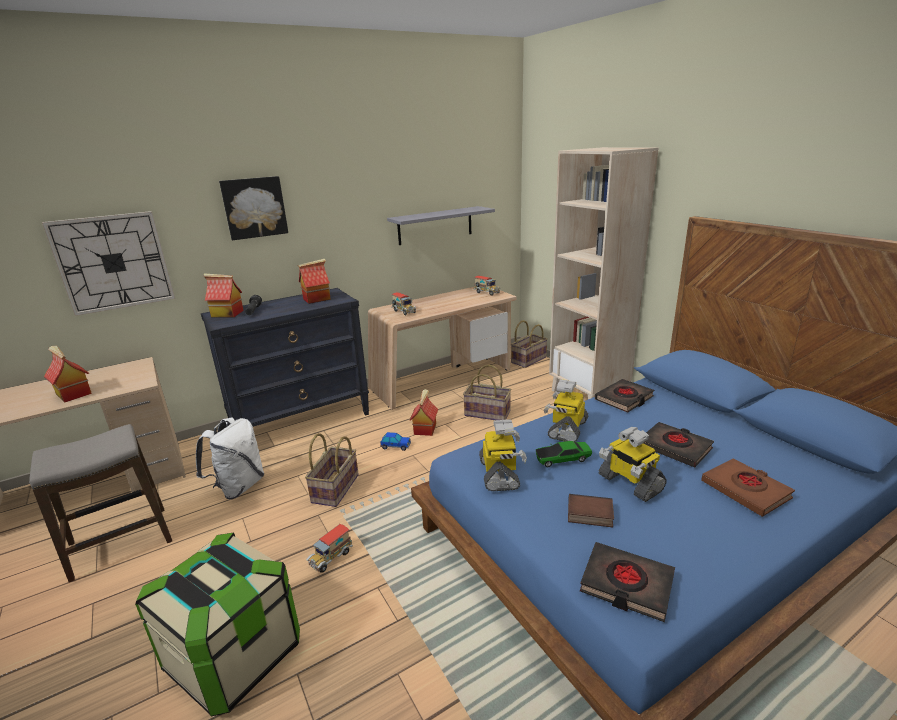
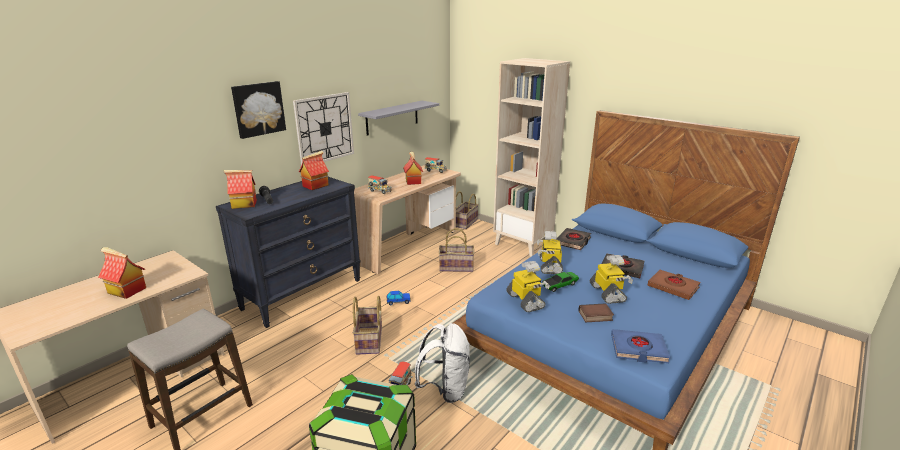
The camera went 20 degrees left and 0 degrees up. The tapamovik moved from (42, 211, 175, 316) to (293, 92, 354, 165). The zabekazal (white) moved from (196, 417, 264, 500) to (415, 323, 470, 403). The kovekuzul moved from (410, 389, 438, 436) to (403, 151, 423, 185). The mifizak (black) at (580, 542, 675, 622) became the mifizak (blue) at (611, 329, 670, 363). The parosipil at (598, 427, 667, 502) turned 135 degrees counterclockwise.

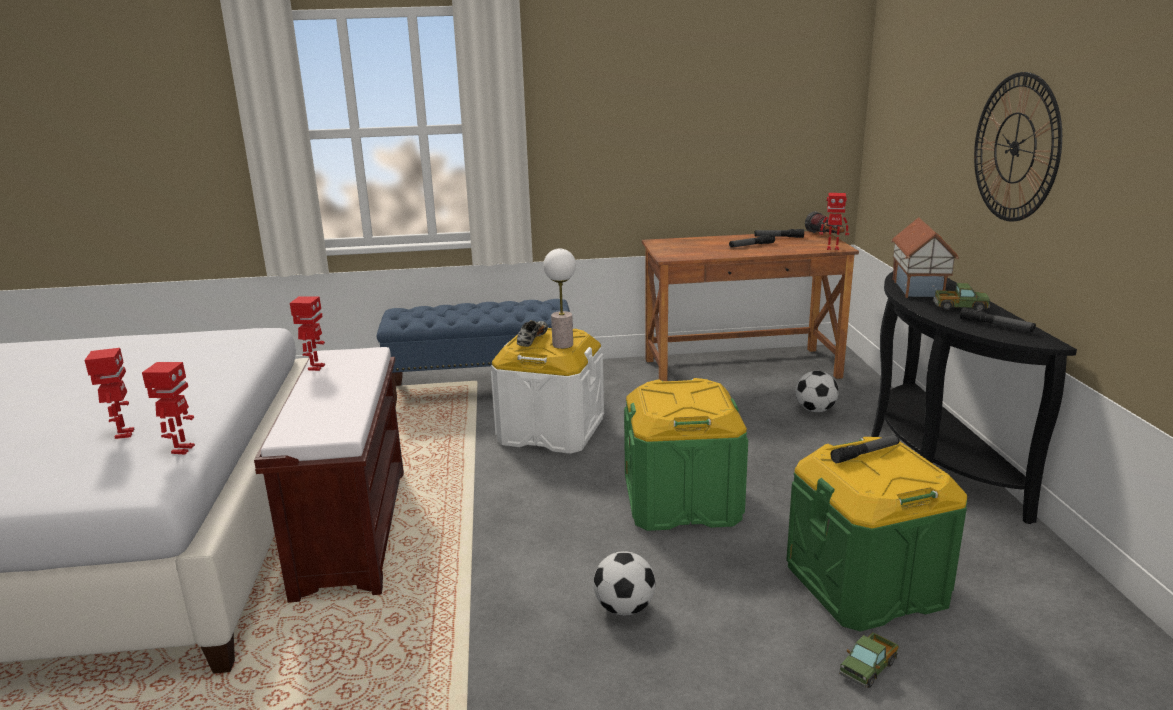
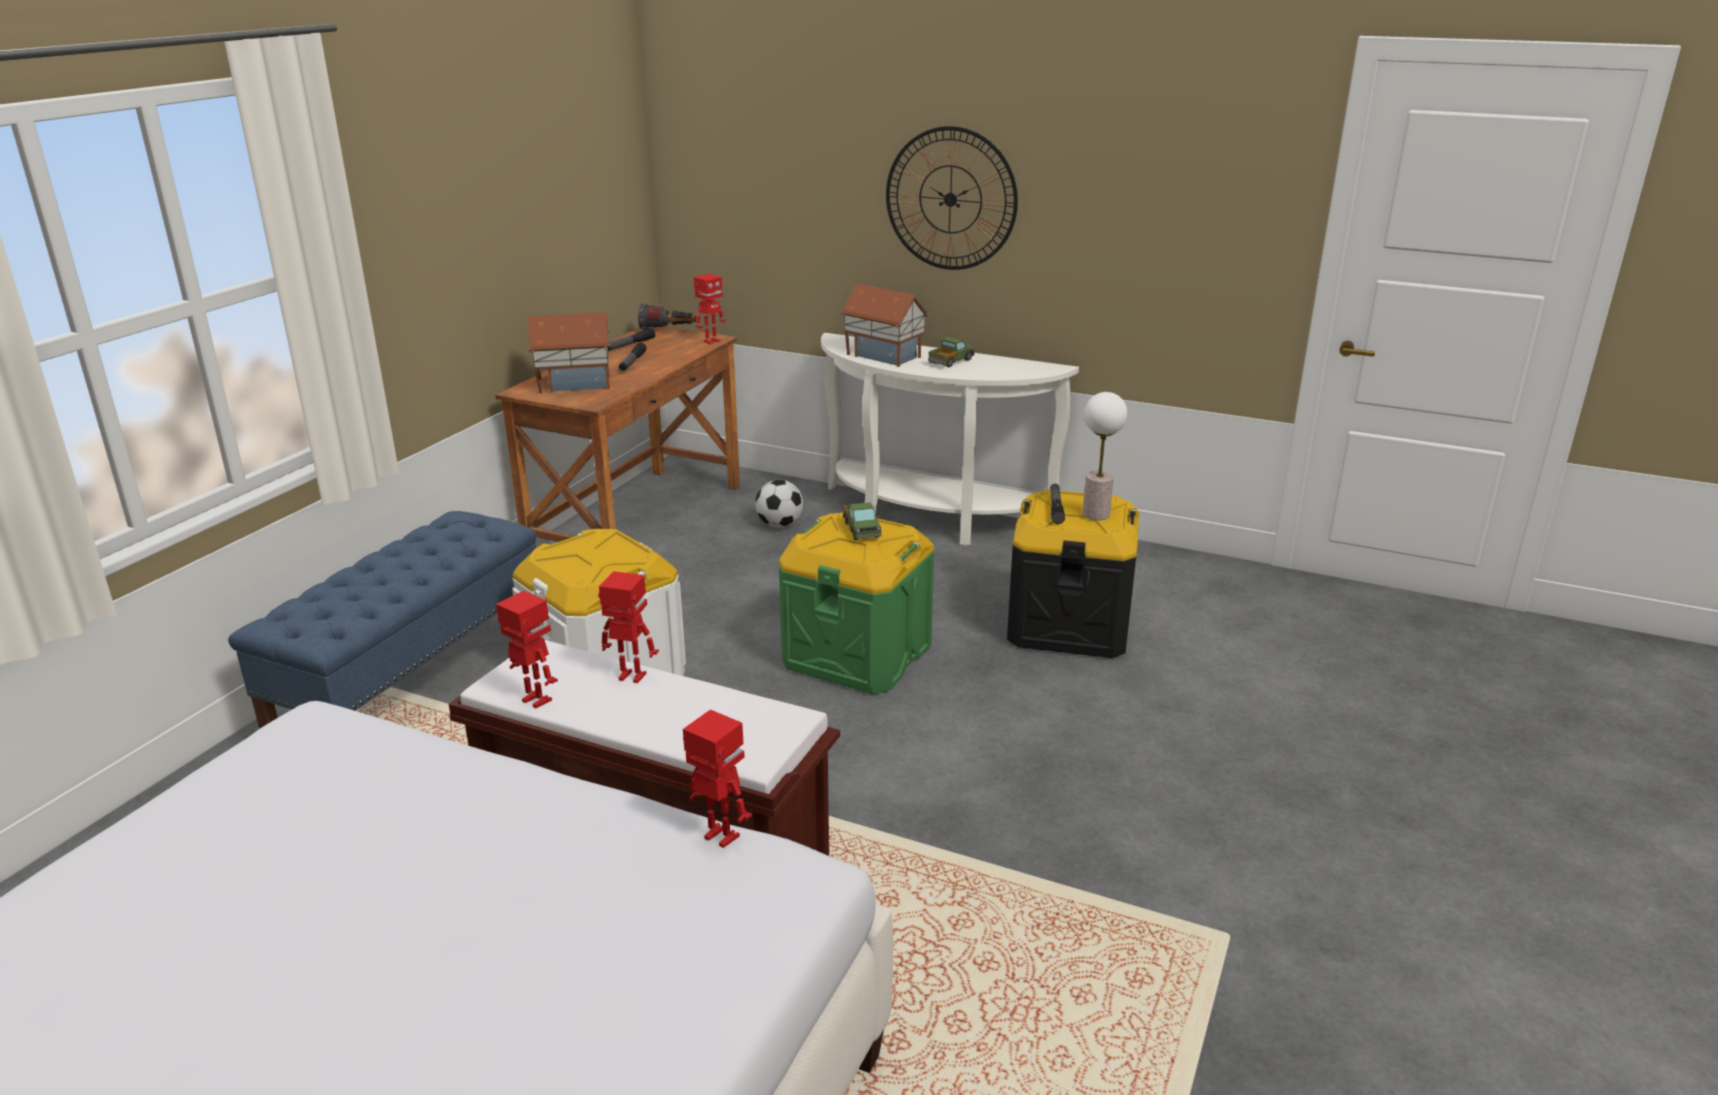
The camera went 60 degrees left and 5 degrees up. The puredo at (517, 320, 548, 347) disappeared. The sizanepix at (593, 551, 656, 615) disappeared. The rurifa at (960, 307, 1036, 332) disappeared. The kovekuzul at (527, 312, 610, 393) appeared. The parosipil moved from (85, 348, 135, 439) to (598, 571, 659, 683). The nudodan moved from (544, 249, 576, 349) to (1083, 392, 1127, 520). The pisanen moved from (839, 632, 899, 688) to (843, 502, 881, 540). The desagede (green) at (786, 437, 967, 632) became the desagede (black) at (1007, 490, 1139, 658). The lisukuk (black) at (871, 272, 1077, 524) became the lisukuk (white) at (821, 333, 1079, 546).

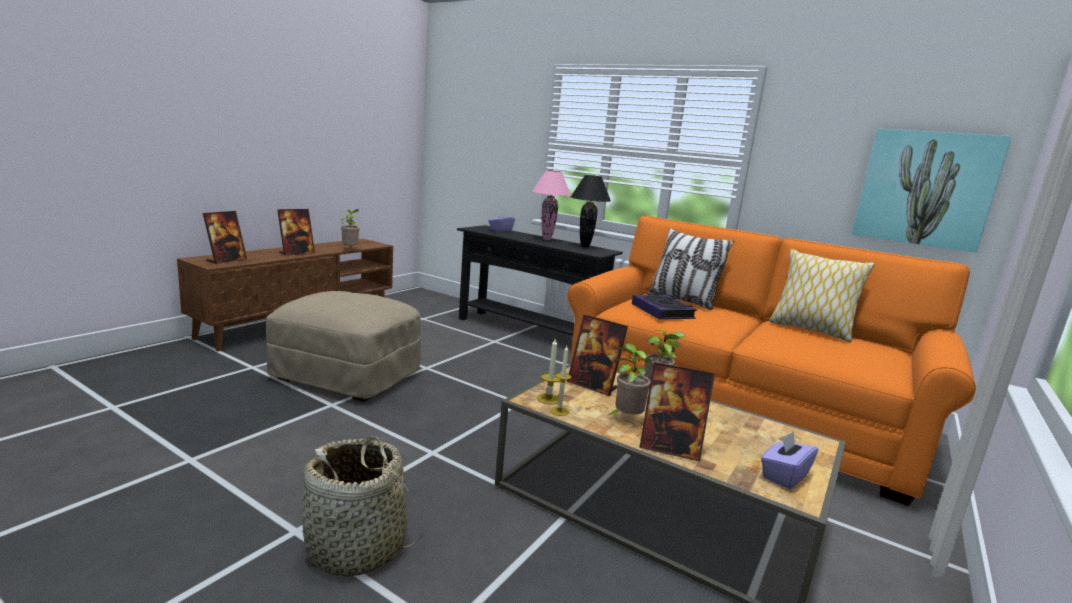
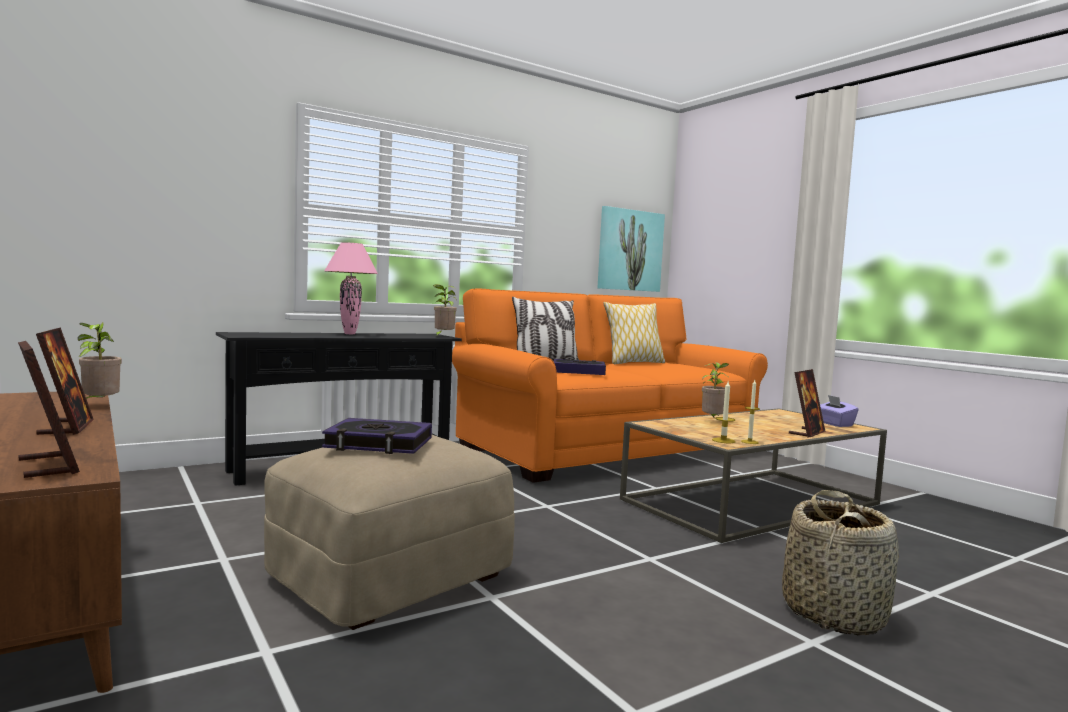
The camera went 65 degrees left and 10 degrees down. The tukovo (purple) at (489, 211, 515, 232) disappeared. The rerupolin at (567, 315, 628, 396) disappeared. The nudodan (black) at (570, 175, 611, 247) disappeared. The mifizak at (322, 418, 432, 454) appeared. The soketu moved from (607, 343, 653, 416) to (433, 284, 457, 337).

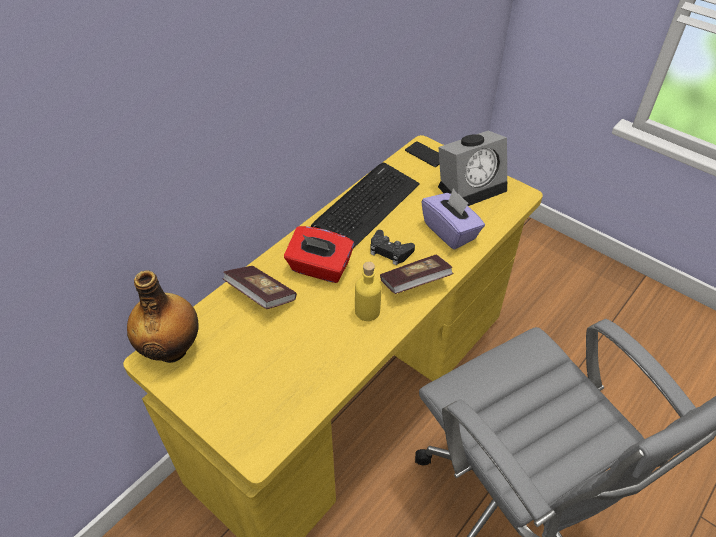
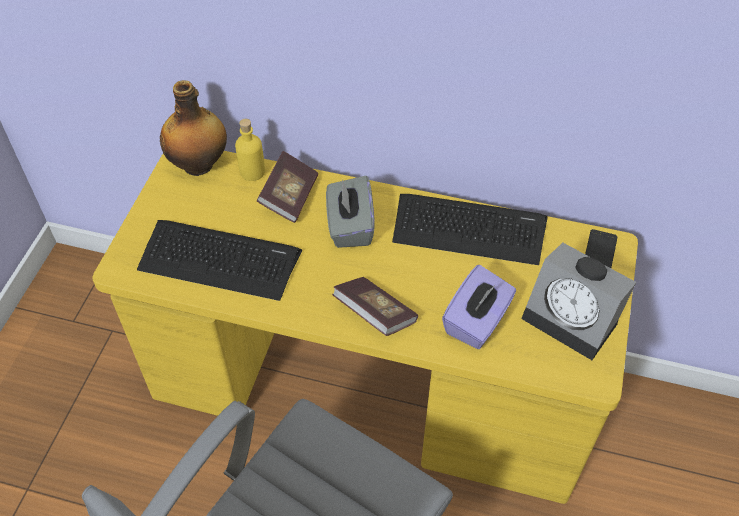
The camera went 65 degrees right and 5 degrees up. The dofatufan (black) at (370, 230, 415, 265) disappeared. The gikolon at (137, 220, 302, 301) appeared. The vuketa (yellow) moved from (355, 262, 381, 321) to (235, 119, 265, 181). The tukovo (red) at (284, 226, 354, 283) became the tukovo (grey) at (326, 176, 375, 248).

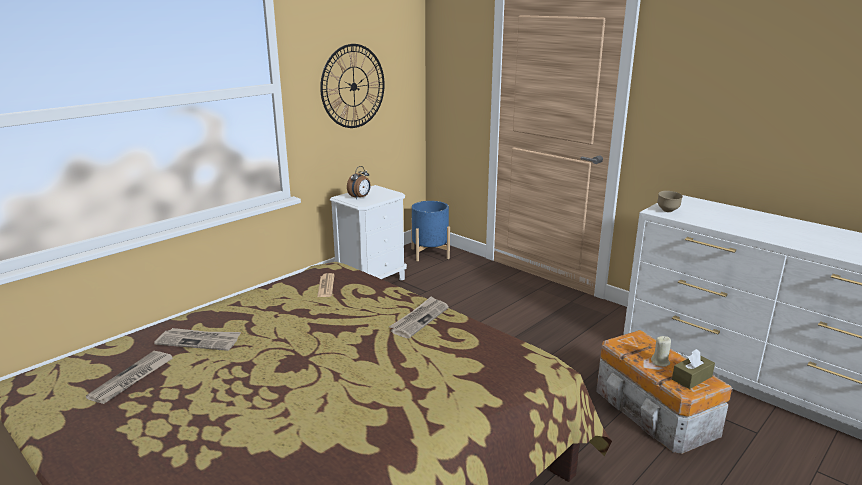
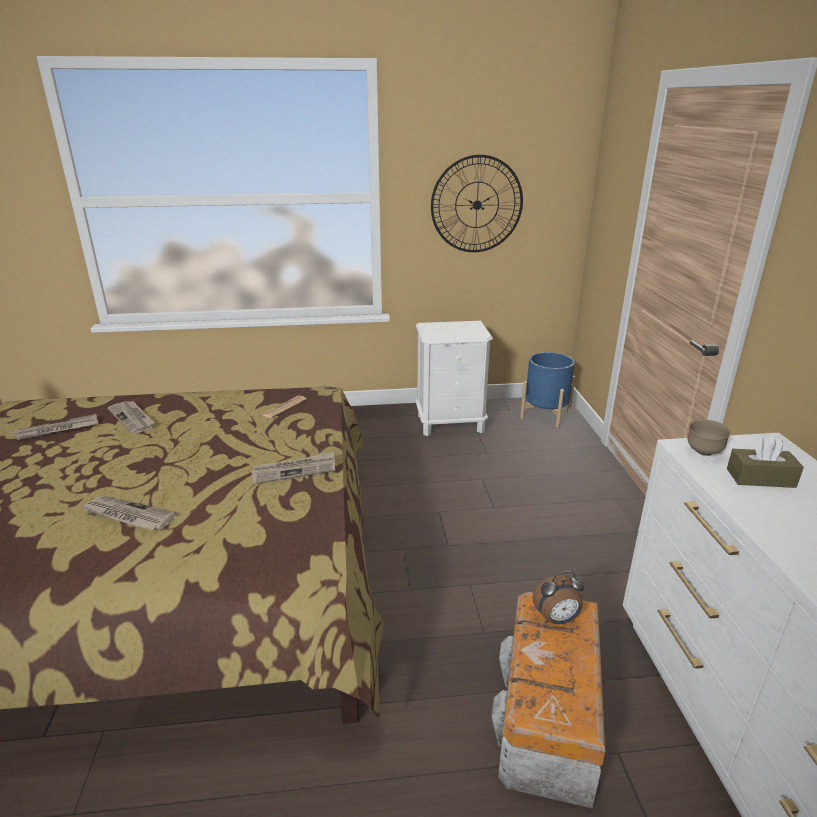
The camera went 40 degrees right and 5 degrees up. The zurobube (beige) at (651, 336, 671, 367) disappeared. The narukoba at (80, 496, 177, 531) appeared. The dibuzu moved from (347, 166, 371, 200) to (533, 571, 584, 624). The tukovo (brown) moved from (672, 349, 715, 389) to (727, 435, 804, 488).

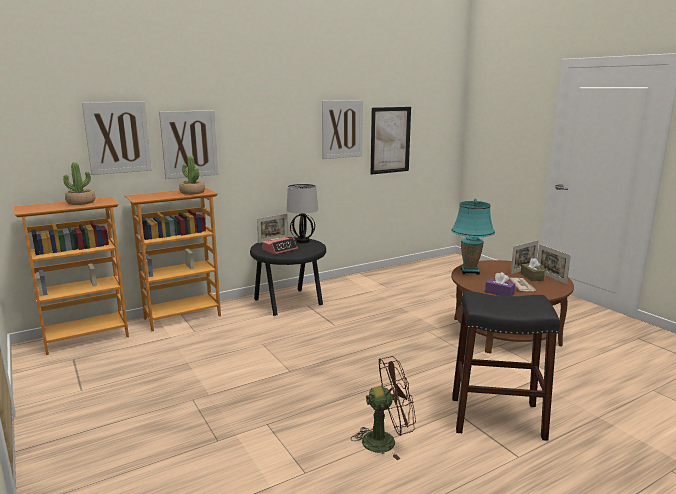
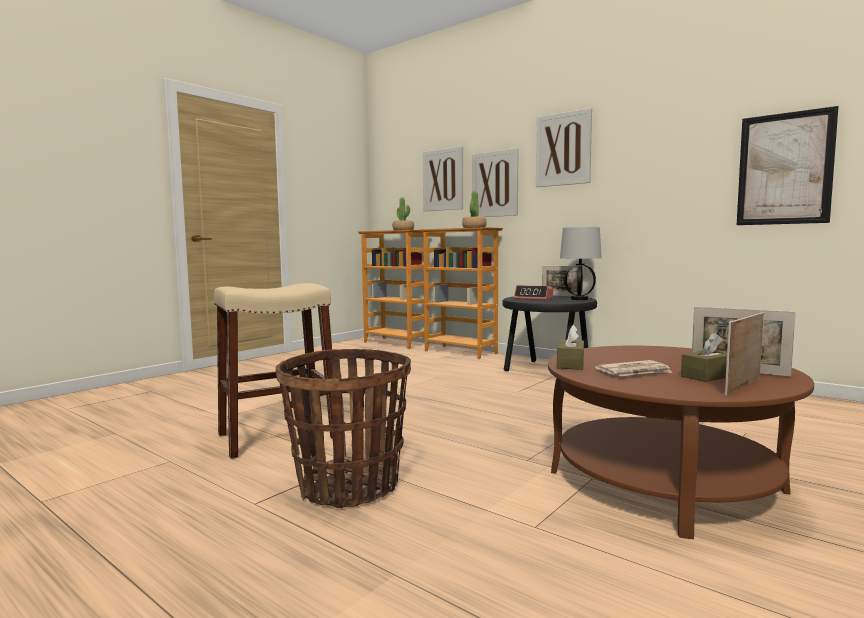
The camera went 70 degrees right and 10 degrees down. The nudodan (turquoise) at (451, 199, 495, 275) disappeared. The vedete moved from (322, 100, 363, 159) to (536, 108, 592, 187). The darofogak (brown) at (351, 356, 416, 460) was replaced by the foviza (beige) at (214, 283, 333, 459). The foviza (black) at (452, 291, 560, 441) was replaced by the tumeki at (275, 349, 411, 508). The tukovo (purple) at (485, 272, 515, 296) became the tukovo (brown) at (557, 325, 584, 370).

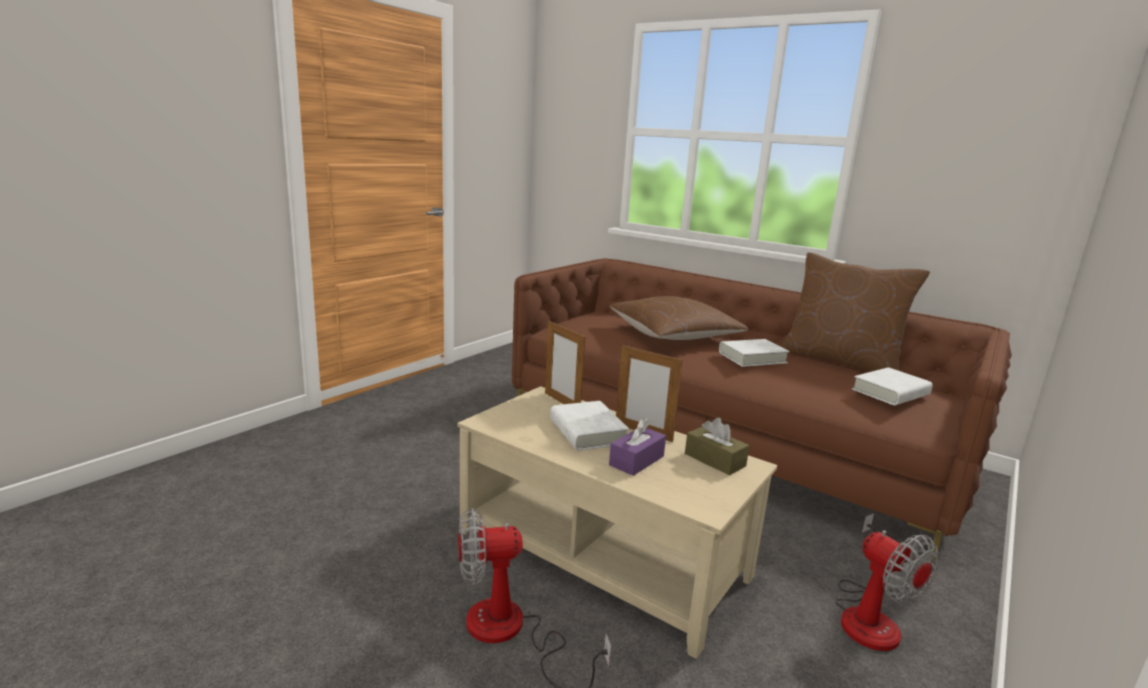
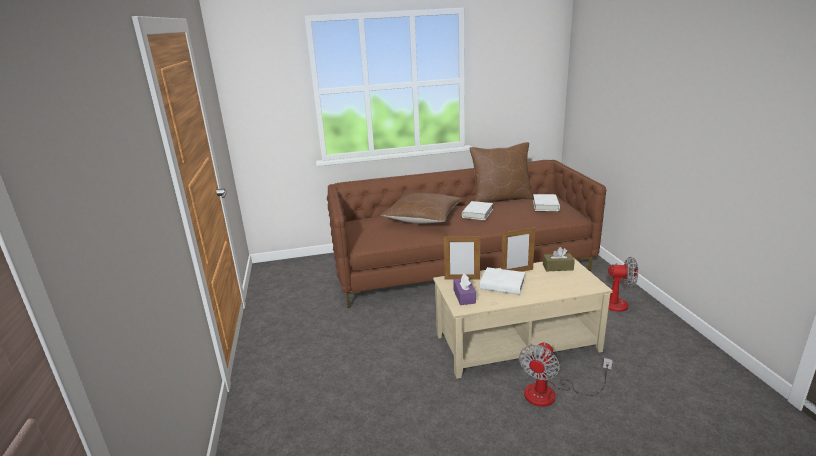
The camera went 45 degrees left and 5 degrees up. The tukovo (purple) moved from (609, 418, 666, 476) to (453, 274, 476, 305).

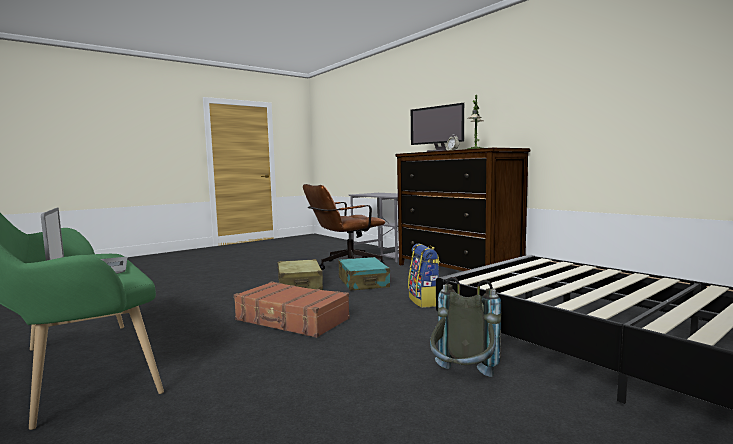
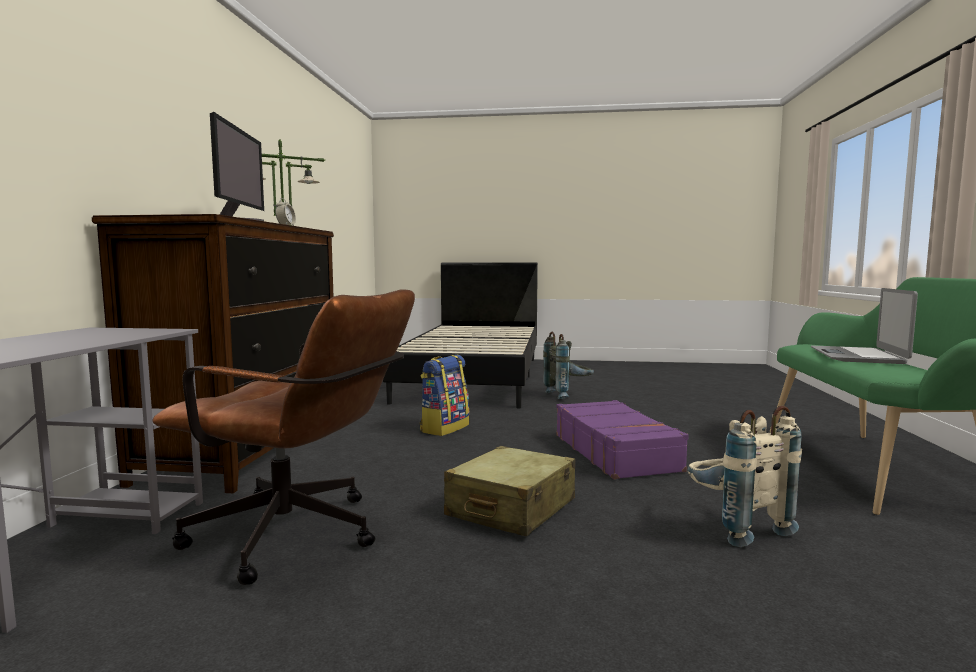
The camera went 135 degrees left and 0 degrees up. The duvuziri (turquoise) at (338, 257, 390, 291) disappeared. The zabekazal (beige) at (688, 406, 802, 547) appeared. The duvuziri (brown) at (234, 281, 350, 338) became the duvuziri (purple) at (556, 400, 689, 479).

